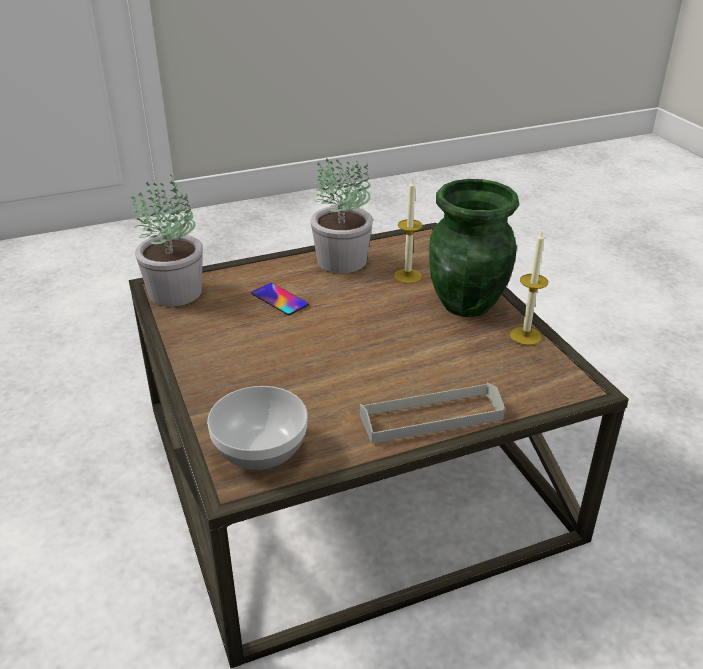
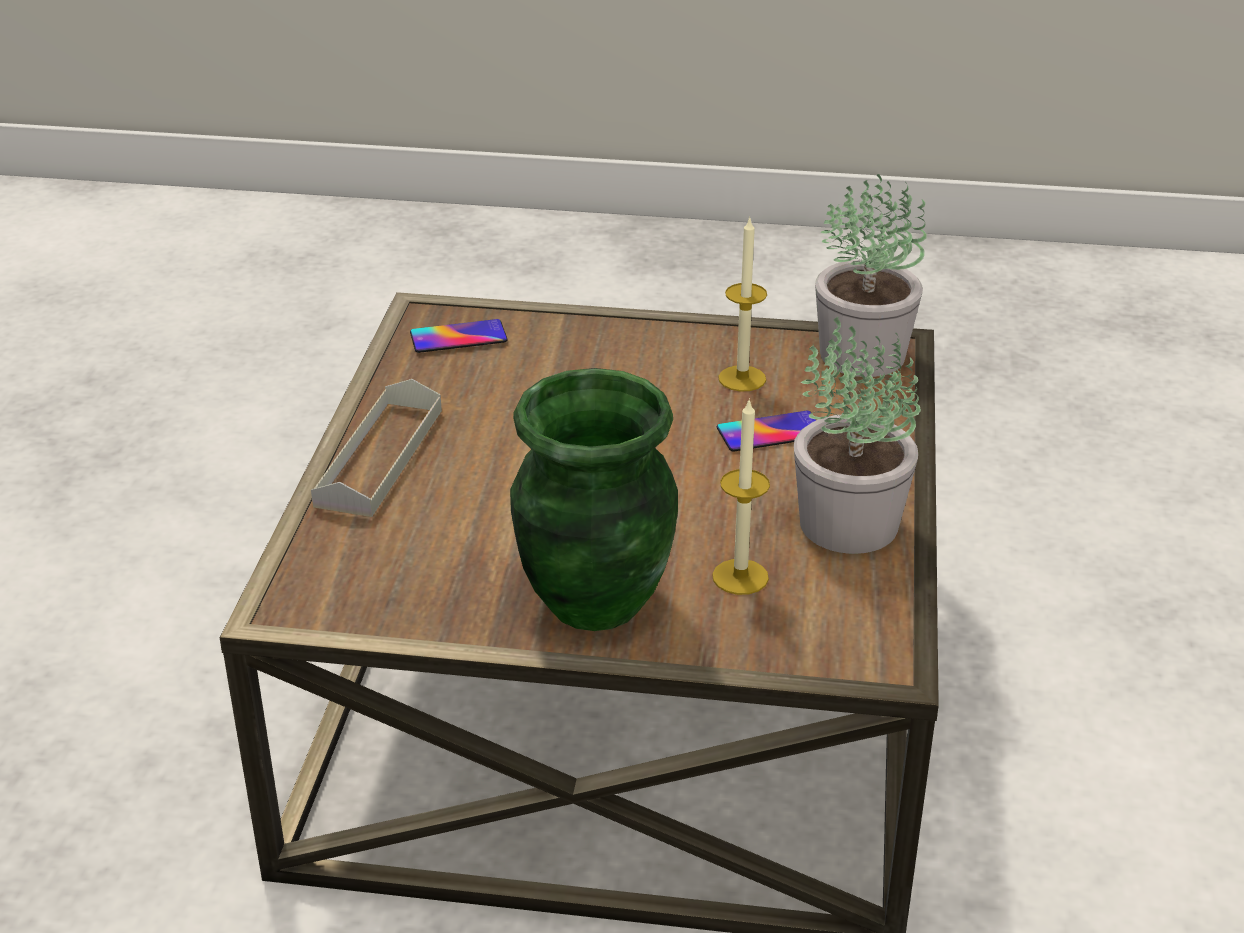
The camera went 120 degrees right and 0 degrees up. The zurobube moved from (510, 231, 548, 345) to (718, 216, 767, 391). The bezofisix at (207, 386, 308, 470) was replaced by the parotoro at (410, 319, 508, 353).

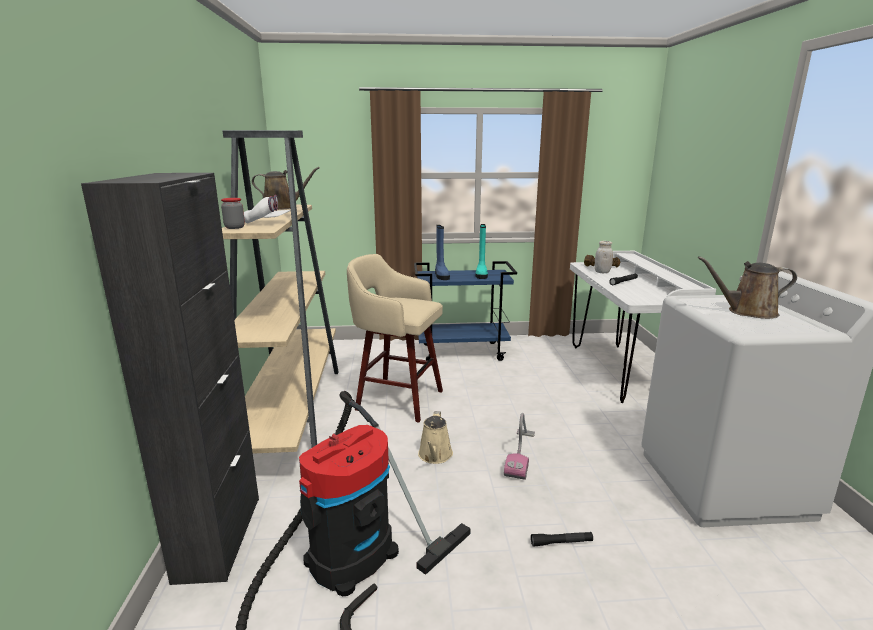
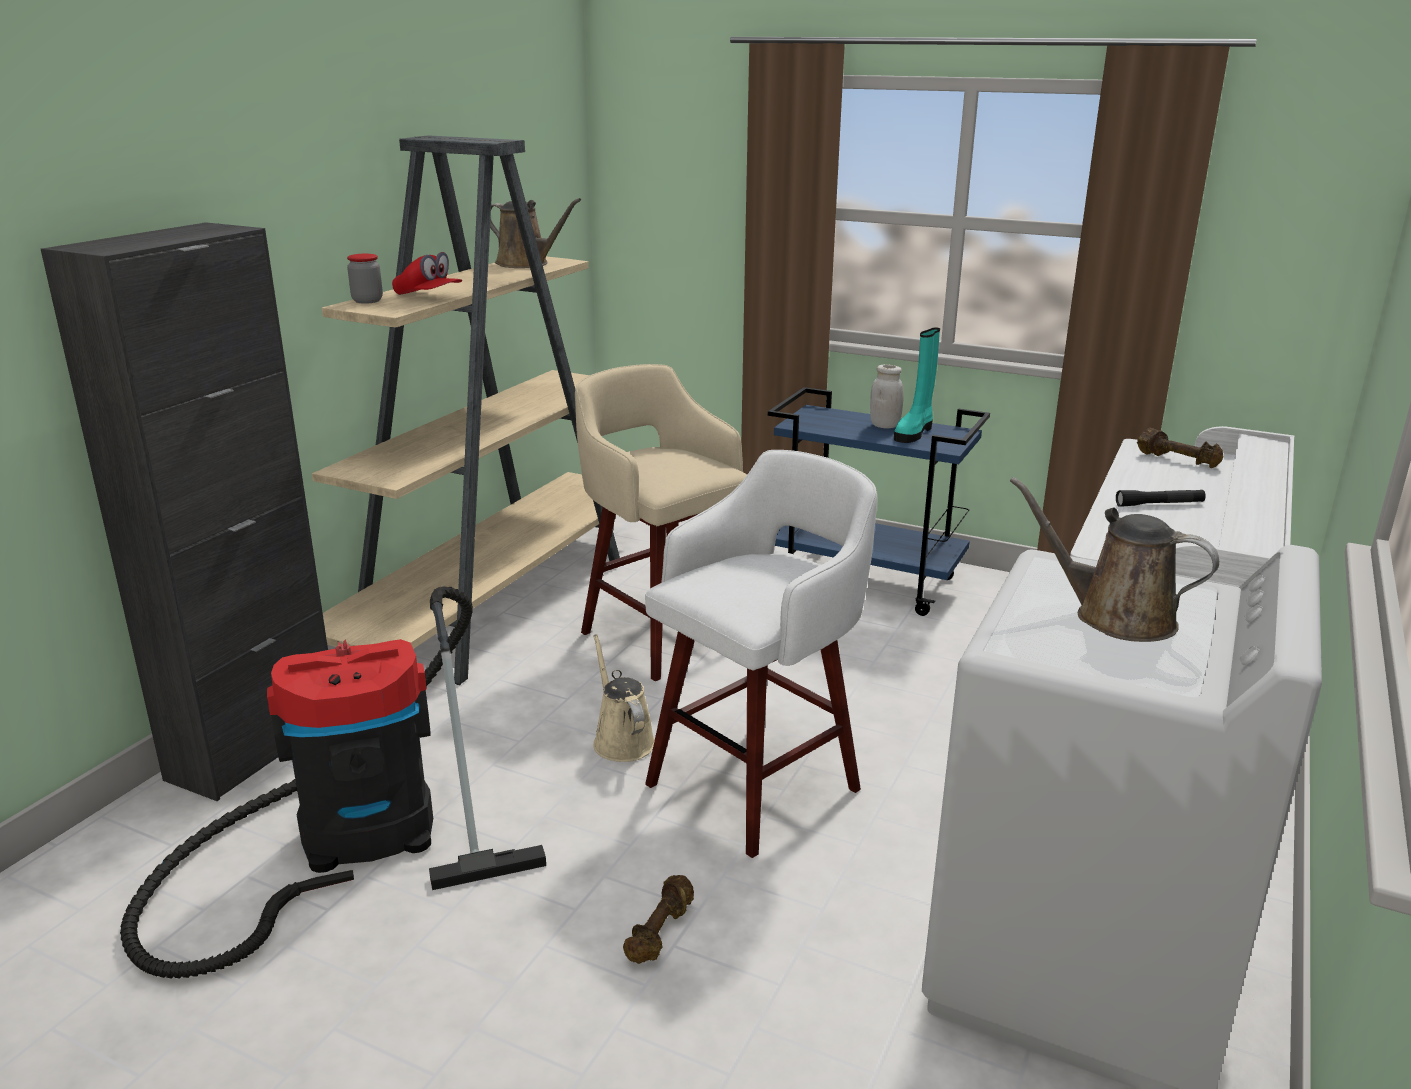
The camera went 30 degrees right and 5 degrees up. The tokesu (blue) at (435, 225, 450, 280) disappeared. The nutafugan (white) moved from (595, 241, 613, 273) to (870, 364, 903, 428). The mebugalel at (504, 413, 535, 480) was replaced by the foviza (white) at (645, 450, 878, 858). The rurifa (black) at (531, 532, 593, 547) was replaced by the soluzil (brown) at (623, 875, 694, 964). The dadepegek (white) at (244, 195, 290, 224) became the dadepegek (red) at (392, 252, 462, 295). The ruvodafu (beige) at (418, 411, 453, 464) turned 120 degrees clockwise.

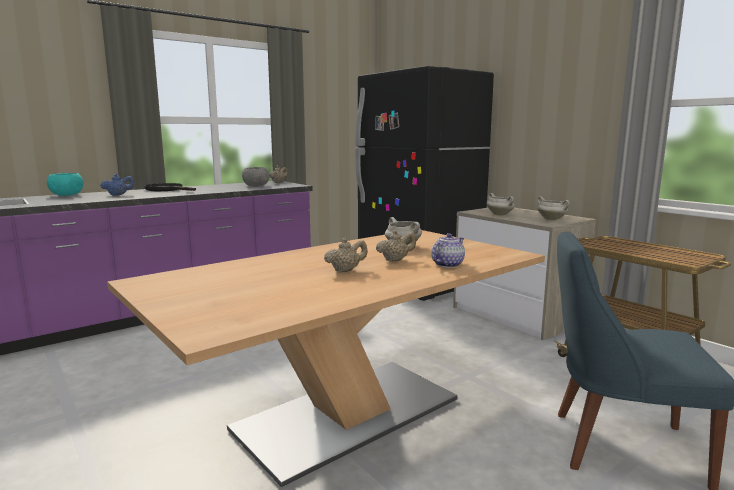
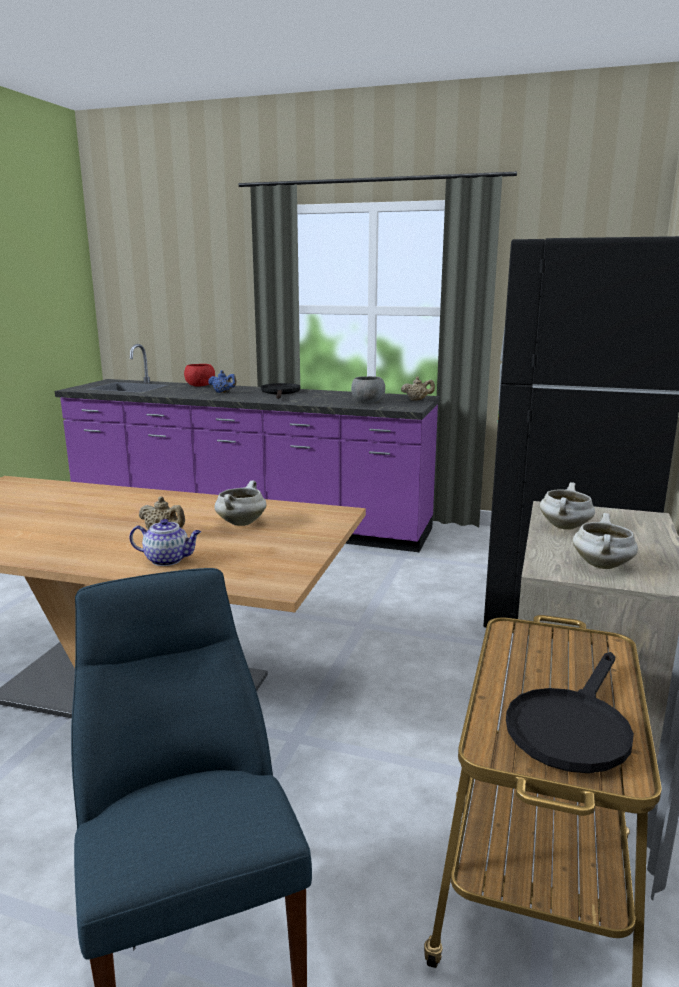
The camera went 55 degrees right and 5 degrees up. The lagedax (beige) at (324, 238, 368, 273) disappeared. The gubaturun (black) at (506, 652, 634, 773) appeared. The bezofisix (turquoise) at (47, 173, 83, 196) became the bezofisix (red) at (184, 364, 215, 387).

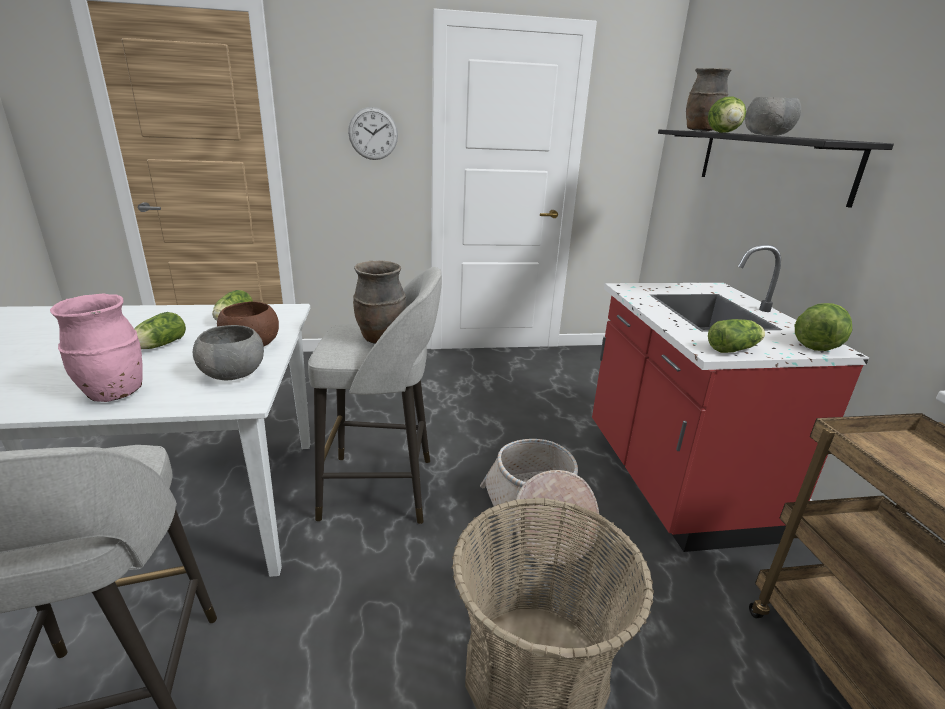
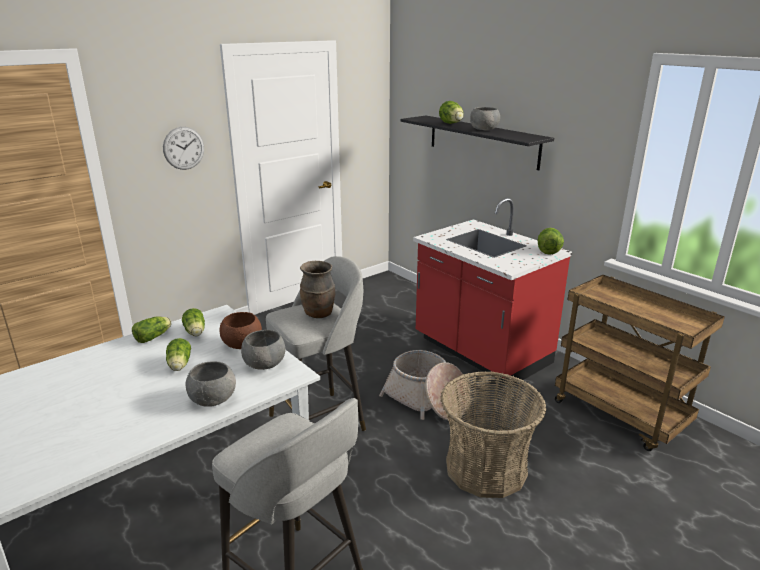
The camera went 30 degrees left and 0 degrees up. The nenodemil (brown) at (686, 68, 732, 131) disappeared. The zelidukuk moved from (708, 319, 765, 353) to (132, 316, 172, 343). The nenodemil (pink) at (50, 294, 143, 402) was replaced by the bezofisix (grey) at (186, 361, 236, 407).

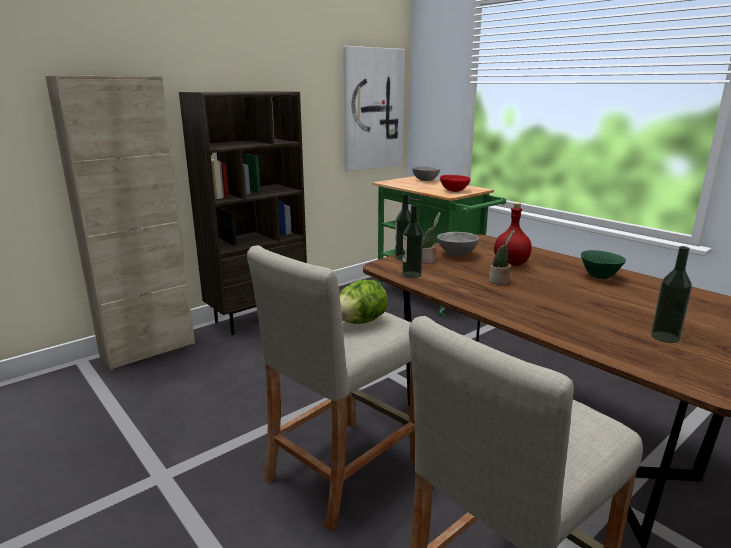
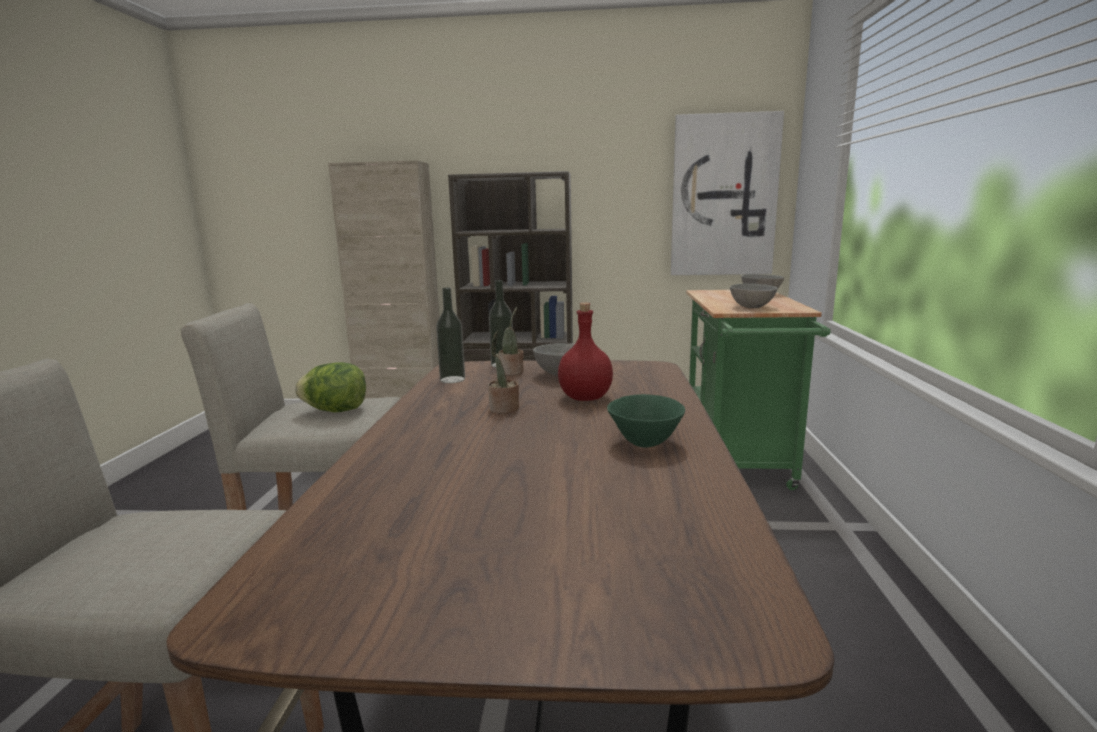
The camera went 45 degrees right and 5 degrees down. The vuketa at (651, 246, 692, 343) disappeared. The bezofisix (red) at (440, 175, 471, 192) became the bezofisix (grey) at (730, 283, 778, 308).

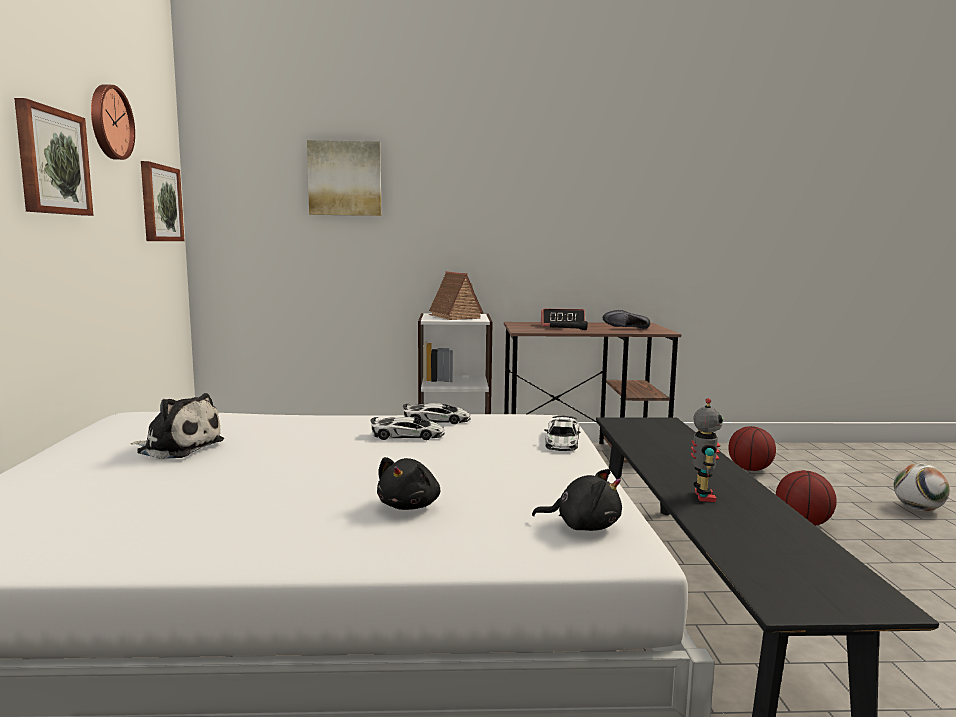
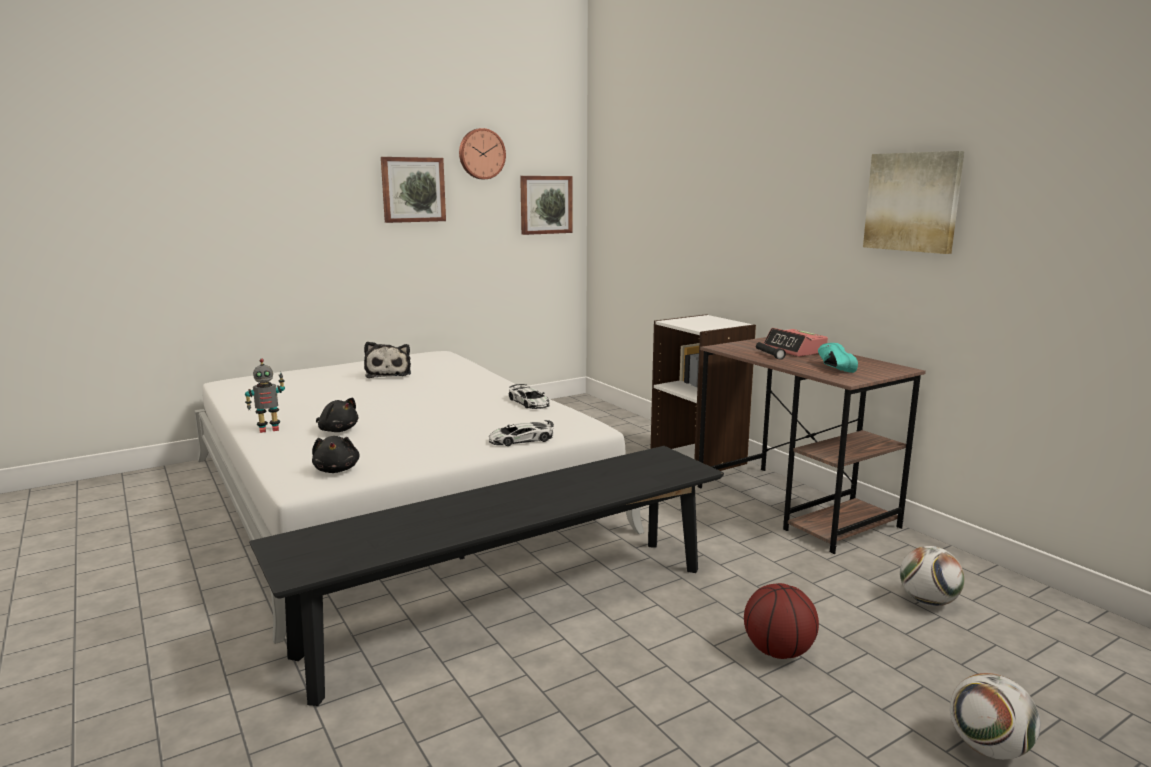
The camera went 60 degrees right and 5 degrees up. The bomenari at (371, 417, 444, 440) disappeared. The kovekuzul at (428, 271, 483, 320) disappeared. The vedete moved from (307, 140, 381, 216) to (863, 151, 965, 254). The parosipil moved from (691, 398, 723, 502) to (245, 359, 285, 433). The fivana at (728, 426, 776, 471) was replaced by the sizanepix at (900, 546, 965, 606). The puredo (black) at (603, 310, 650, 329) became the puredo (turquoise) at (818, 343, 858, 373). The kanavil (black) at (377, 457, 440, 510) turned 135 degrees counterclockwise.

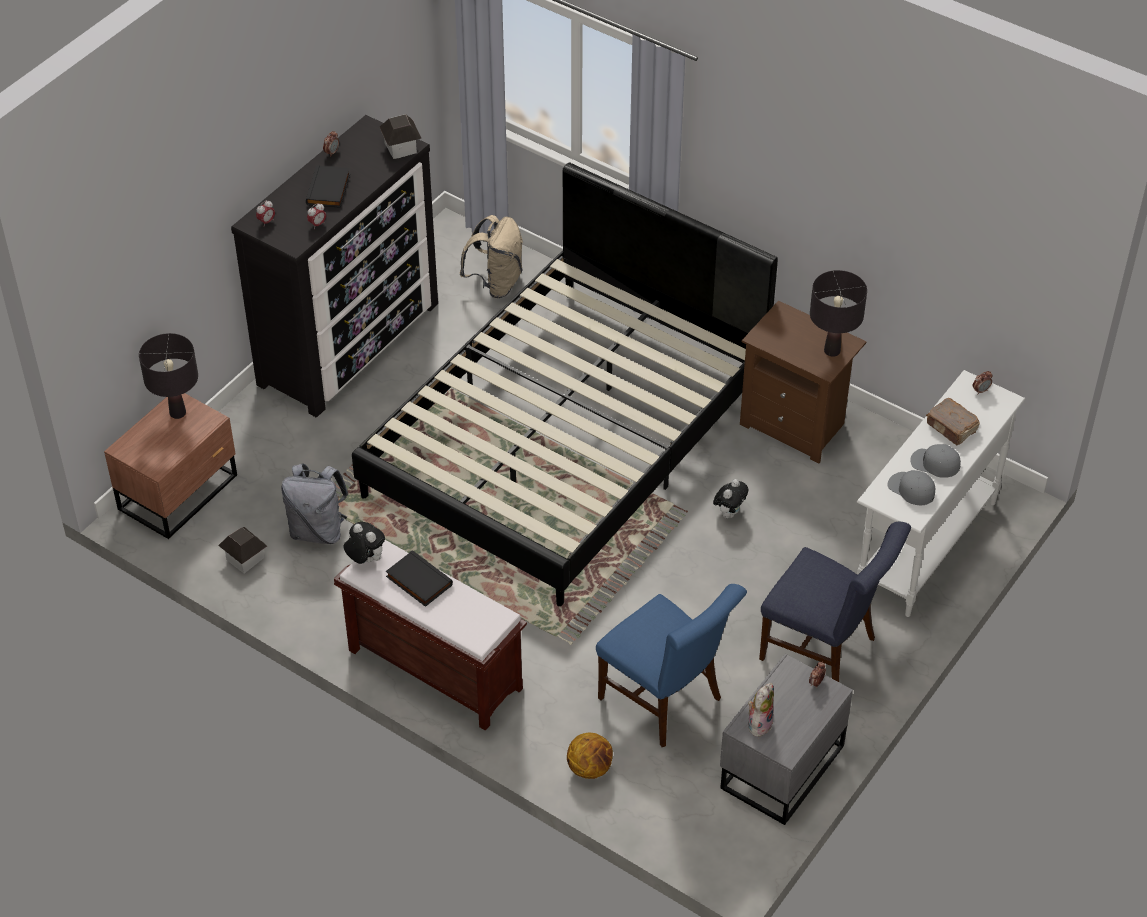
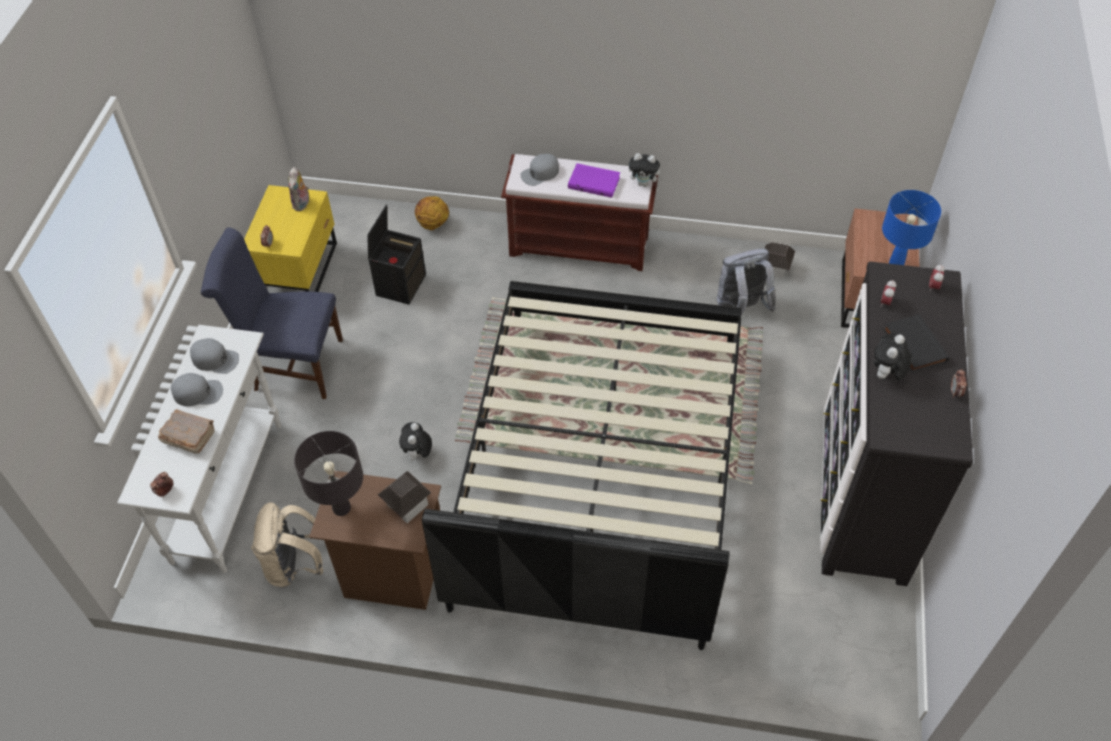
The camera went 155 degrees right and 5 degrees up. The dadepegek (grey) at (520, 154, 559, 186) appeared. The kanavil at (874, 333, 911, 380) appeared. The kovekuzul moved from (380, 114, 422, 159) to (378, 471, 431, 523). The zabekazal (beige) moved from (459, 215, 523, 298) to (251, 502, 323, 588). The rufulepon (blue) at (596, 584, 747, 747) was replaced by the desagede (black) at (367, 205, 426, 305). The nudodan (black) at (139, 333, 198, 419) became the nudodan (blue) at (882, 190, 941, 265). The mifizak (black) at (386, 550, 453, 607) became the mifizak (purple) at (568, 163, 620, 198). The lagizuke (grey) at (720, 654, 853, 825) became the lagizuke (yellow) at (244, 185, 337, 292).

